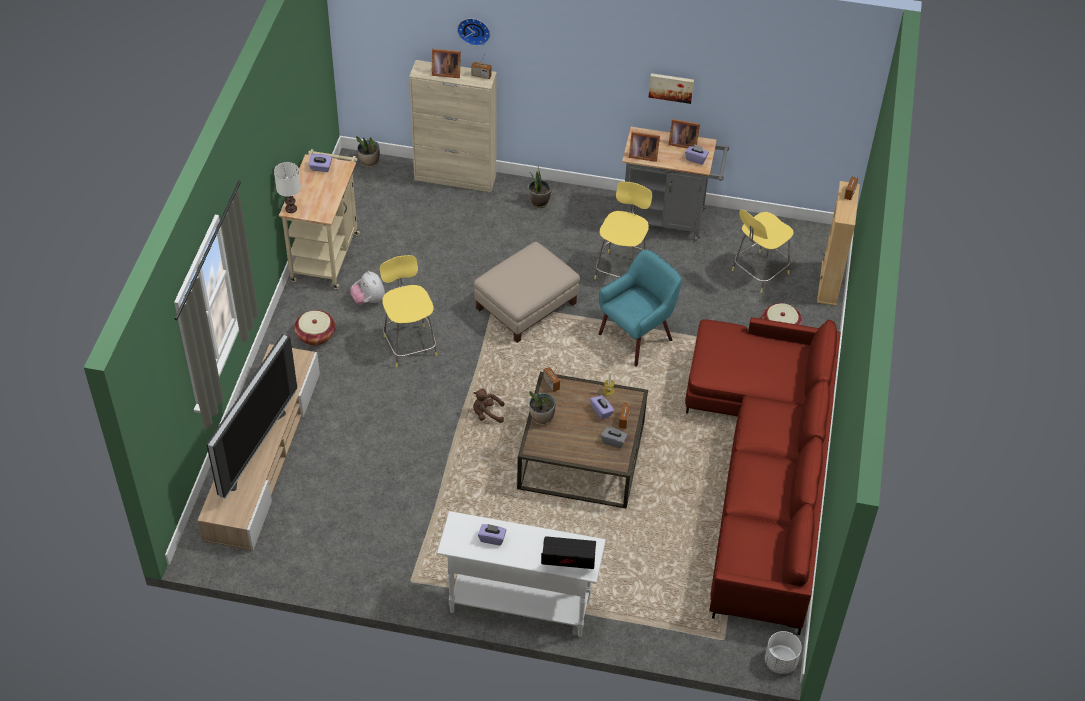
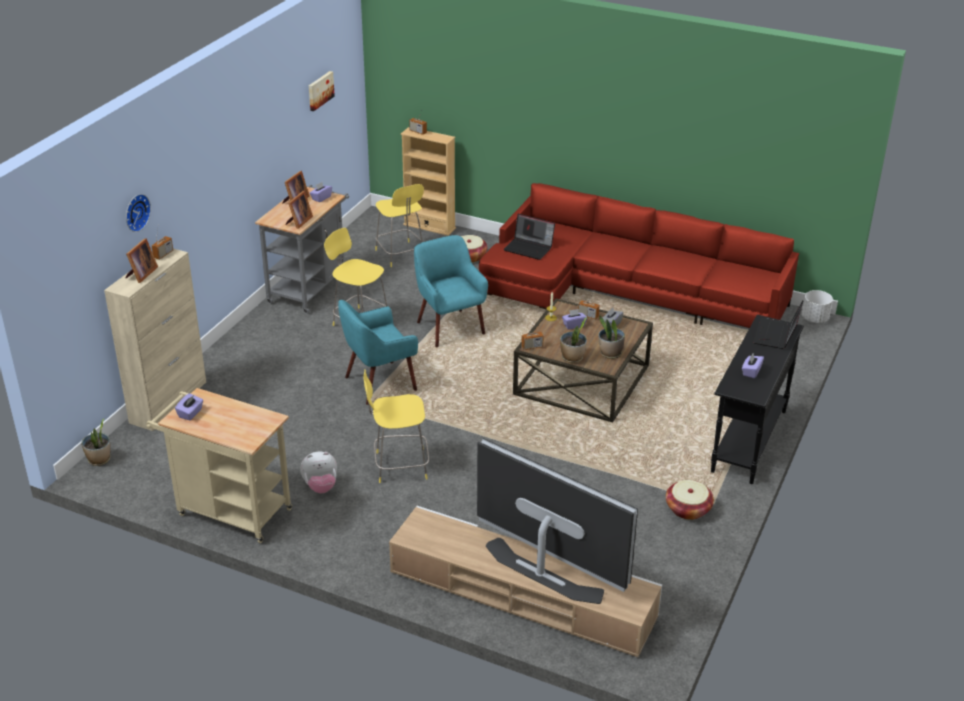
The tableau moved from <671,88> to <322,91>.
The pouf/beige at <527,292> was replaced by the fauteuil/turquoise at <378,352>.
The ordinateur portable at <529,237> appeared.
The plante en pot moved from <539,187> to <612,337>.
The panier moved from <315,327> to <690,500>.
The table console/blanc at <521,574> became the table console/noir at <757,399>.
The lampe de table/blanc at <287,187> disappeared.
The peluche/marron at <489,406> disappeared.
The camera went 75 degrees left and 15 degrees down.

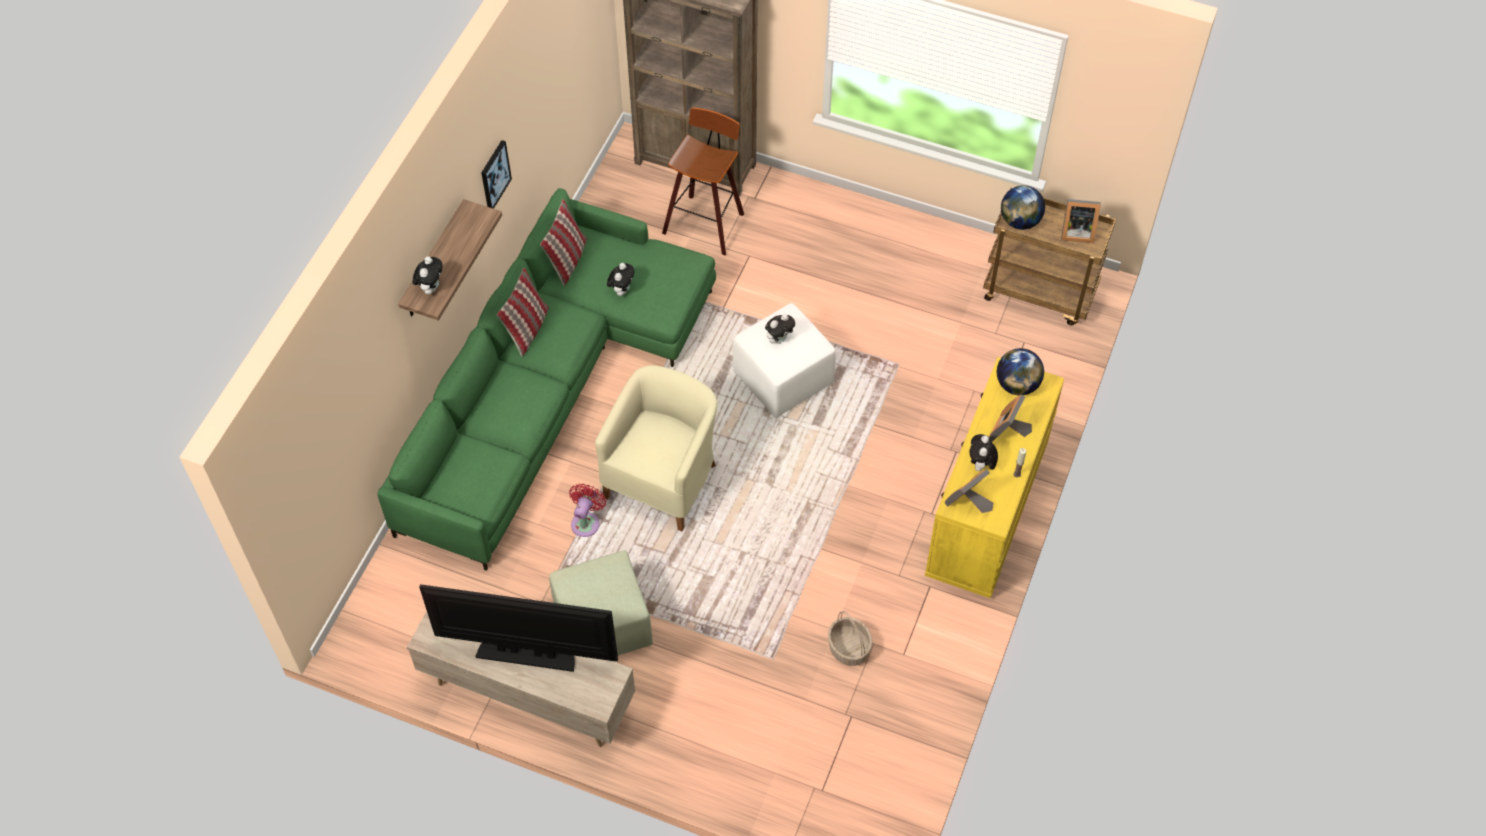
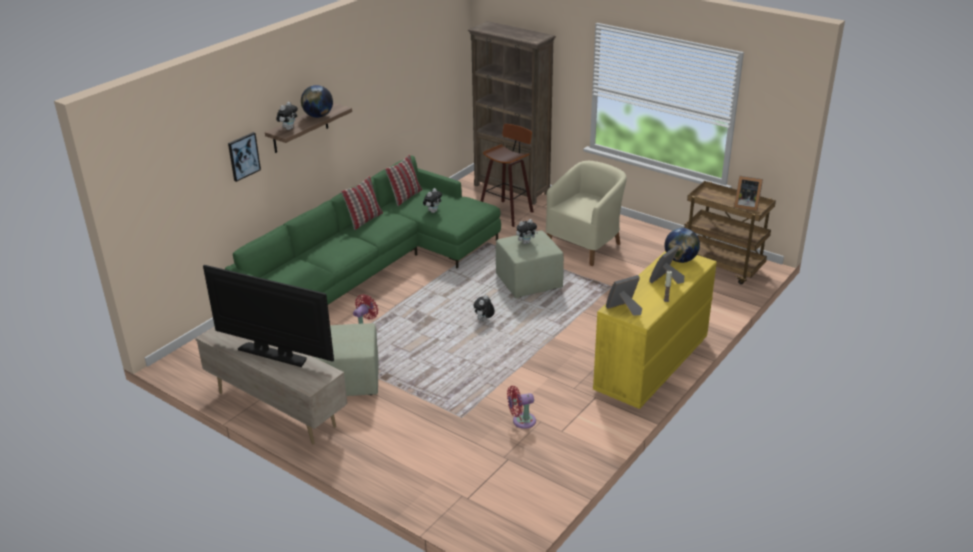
The tableau moved from <496,174> to <244,157>.
The globe moved from <1023,207> to <317,101>.
The peluche moved from <983,452> to <484,308>.
The pouf/blanc at <784,360> became the pouf/vert at <530,264>.
The panier at <850,638> was replaced by the ventilateur/rouge at <521,407>.
The fauteuil/beige moved from <656,448> to <586,213>.
The camera went 15 degrees right and 25 degrees down.

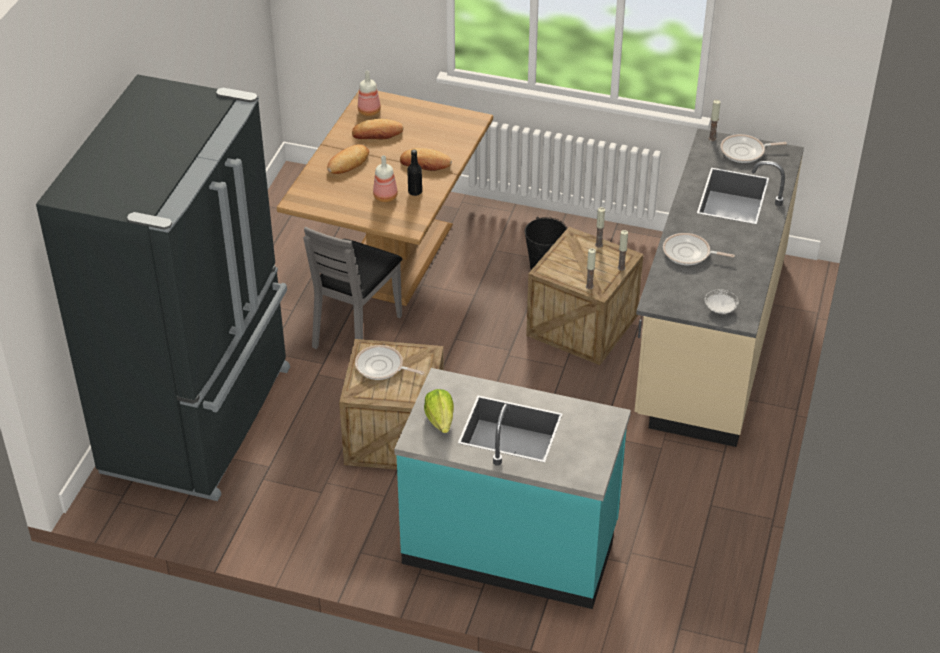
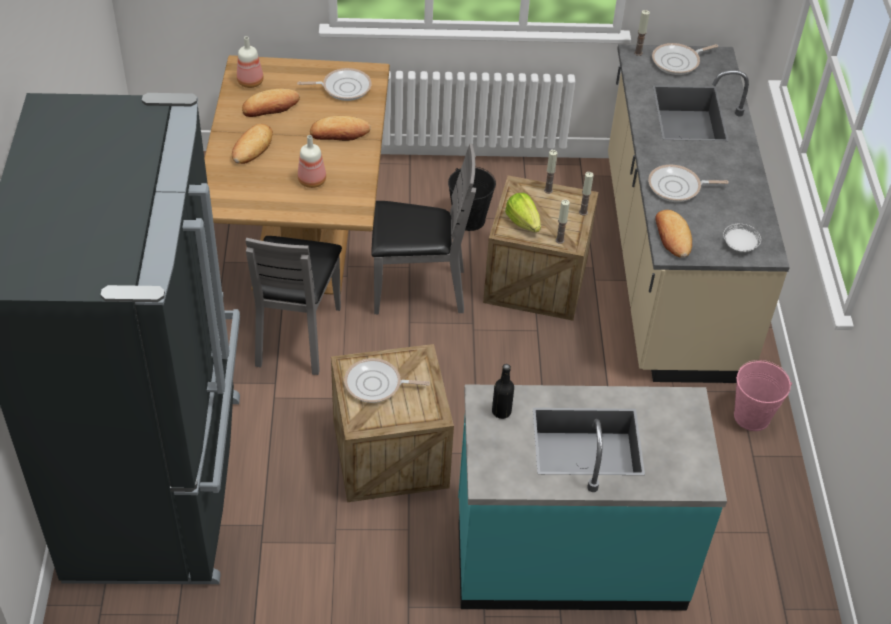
The poêle at <334,84> appeared.
The chaise/gris at <423,229> appeared.
The bouteille/noir moved from <414,173> to <503,391>.
The laitue moved from <439,411> to <523,212>.
The pain at <673,234> appeared.
The seau/rose at <763,395> appeared.
The camera went 20 degrees left and 5 degrees up.

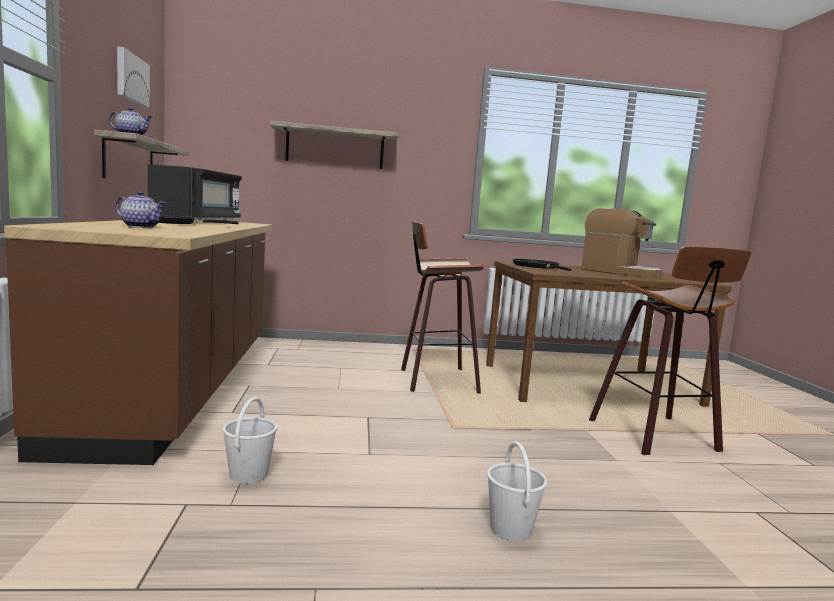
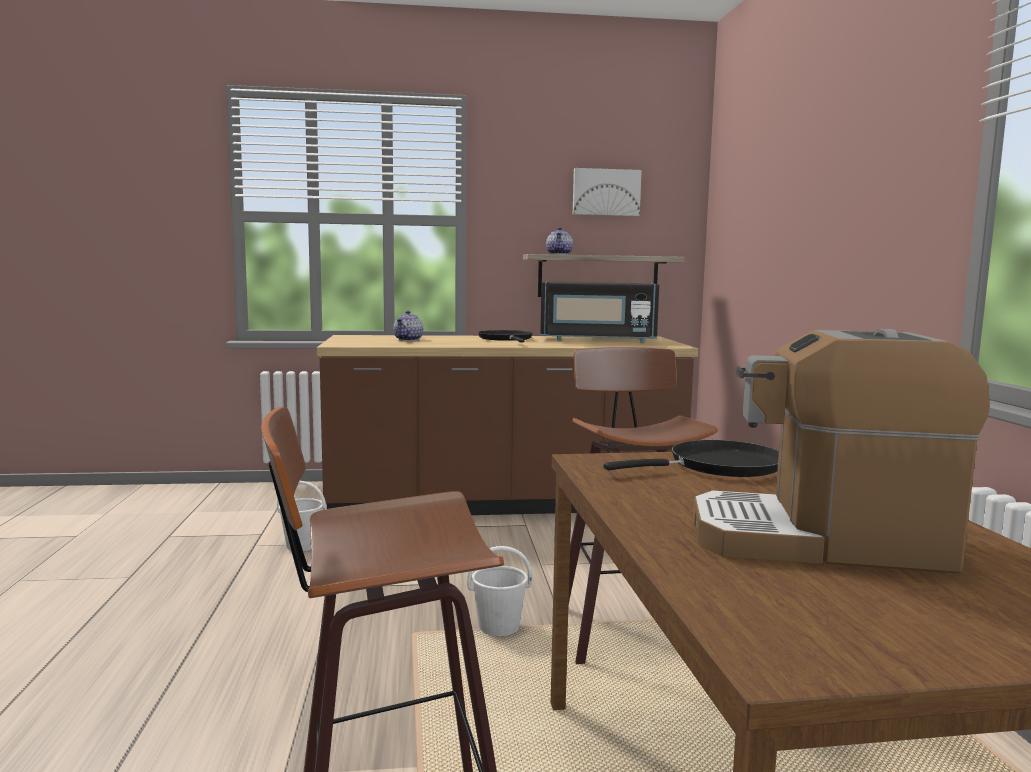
The seau/blanc moved from <517,491> to <499,591>.
The machine à café at <621,243> turned 60 degrees clockwise.
The étagère at <334,145> disappeared.
The camera went 90 degrees right and 0 degrees up.

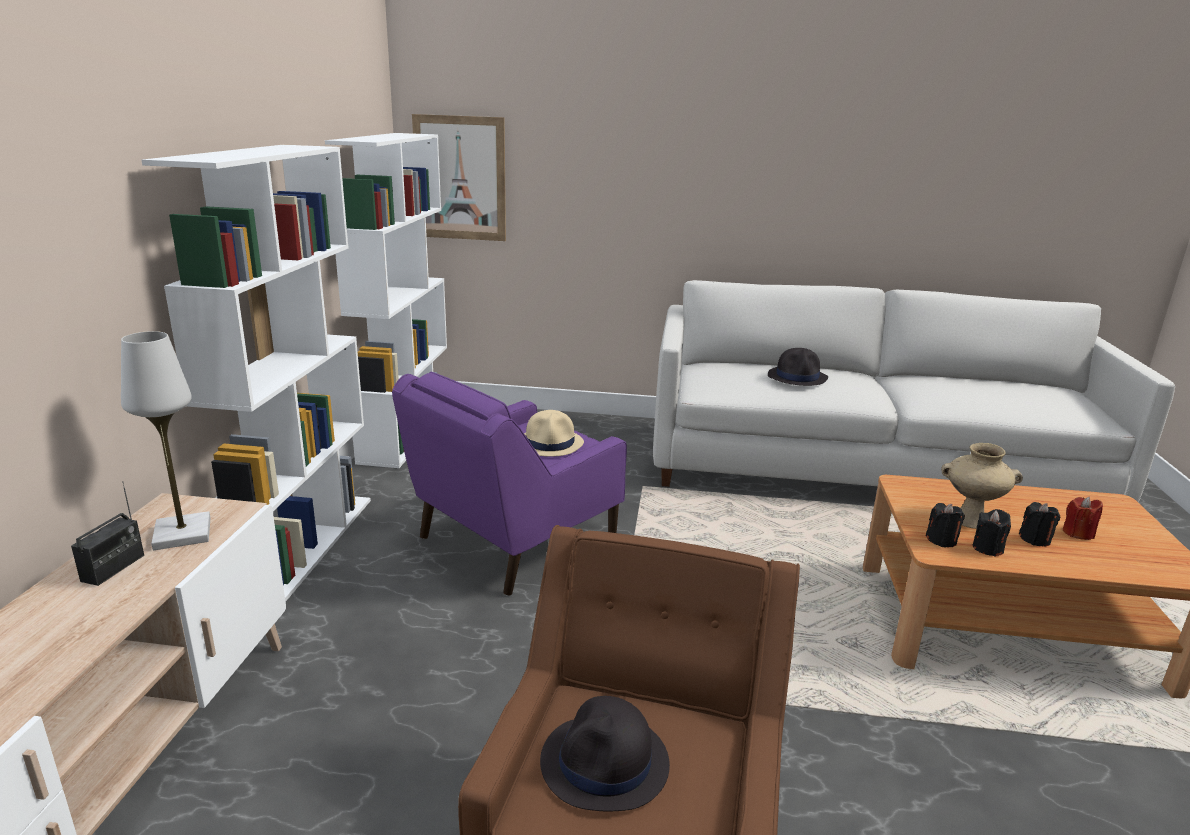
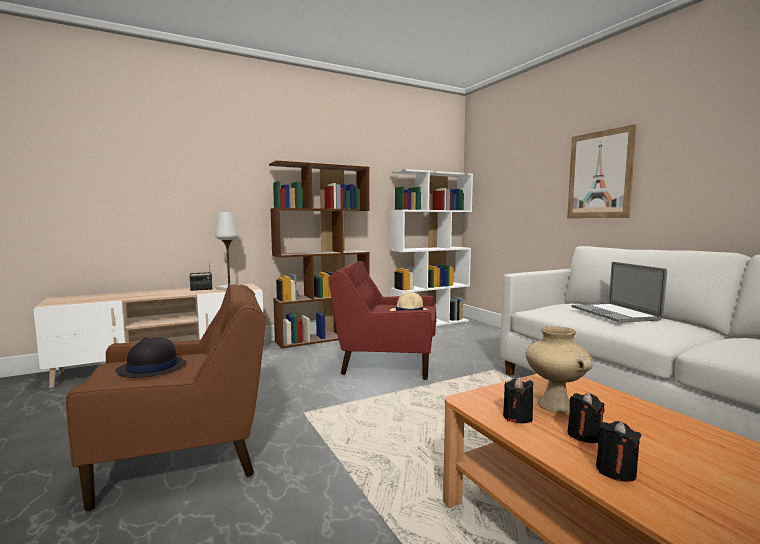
The bibliothèque/blanc at <256,373> became the bibliothèque/marron at <319,254>.
The fauteuil/violet at <509,484> became the fauteuil/rouge at <383,320>.
The tableau moved from <459,177> to <602,171>.
The chapeau/noir at <798,367> was replaced by the ordinateur portable at <619,292>.
The bougie/noir moved from <945,525> to <618,451>.
The bougie/rouge at <1083,518> disappeared.
The camera went 55 degrees right and 15 degrees down.

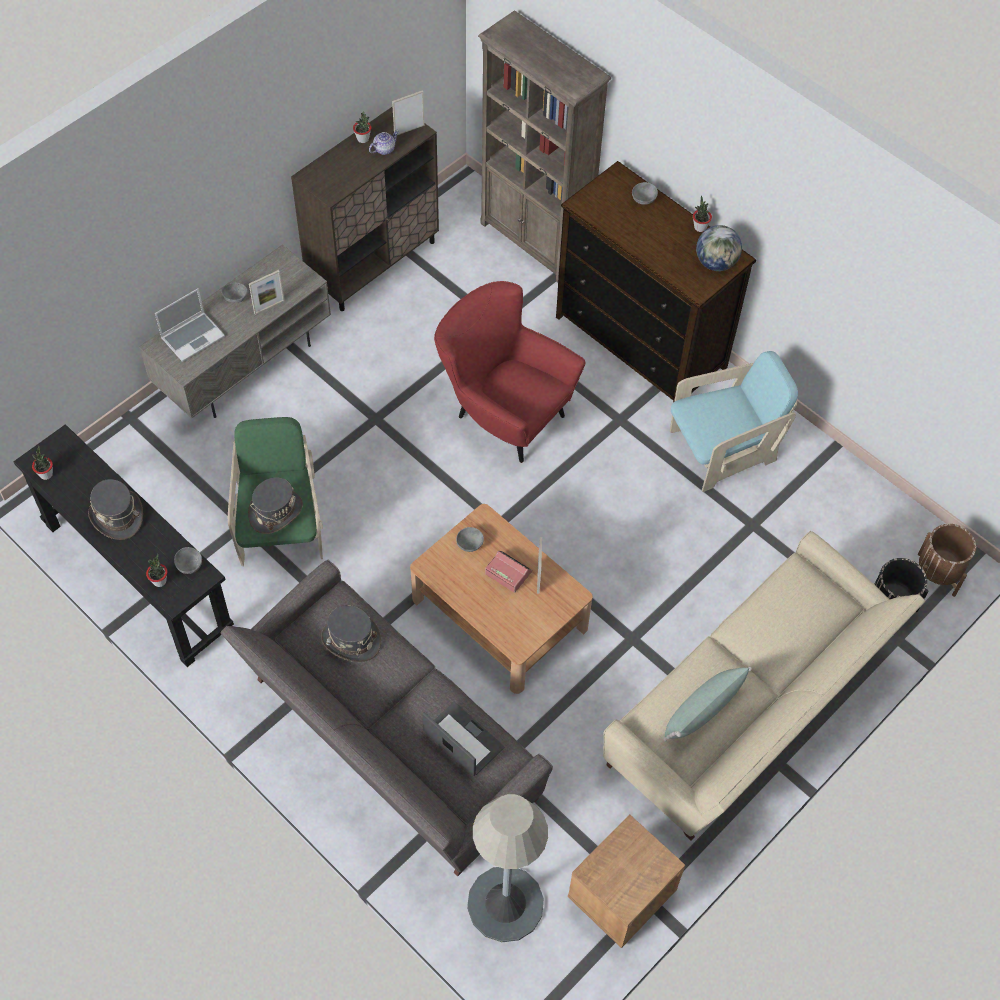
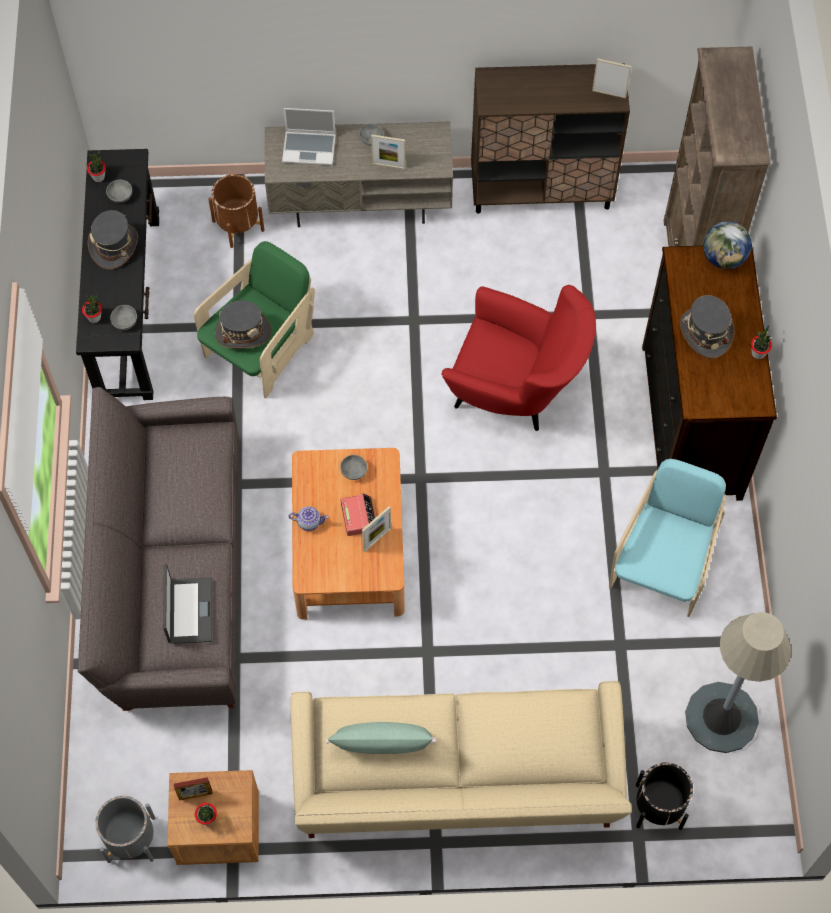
The cache-pot/gris at <125,829> appeared.
The bol/gris moved from <645,193> to <119,191>.
The cadre photo at <193,788> appeared.
The plante en pot moved from <362,127> to <206,814>.
The cache-pot/marron moved from <947,560> to <236,211>.
The théière moved from <384,142> to <308,518>.
The fauteuil/rouge at <509,372> turned 120 degrees clockwise.
The fauteuil/turquoise at <734,421> turned 90 degrees counterclockwise.
The chapeau/gris moved from <351,633> to <707,327>.
The lampadaire/gris moved from <507,868> to <738,682>.
The globe moved from <719,248> to <727,245>.
The camera went 45 degrees right and 5 degrees up.

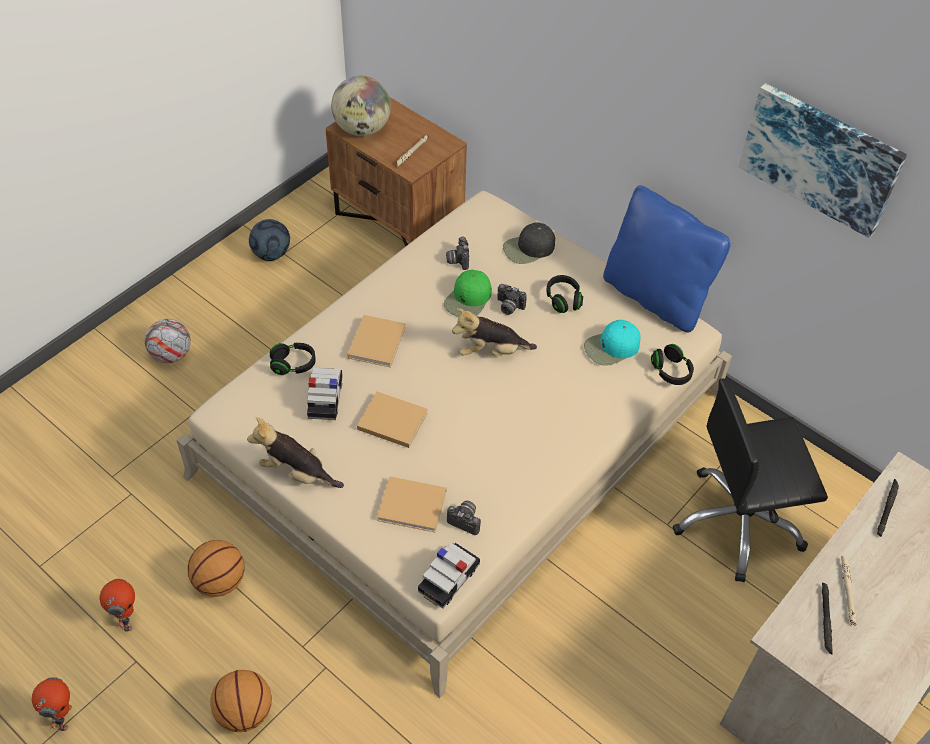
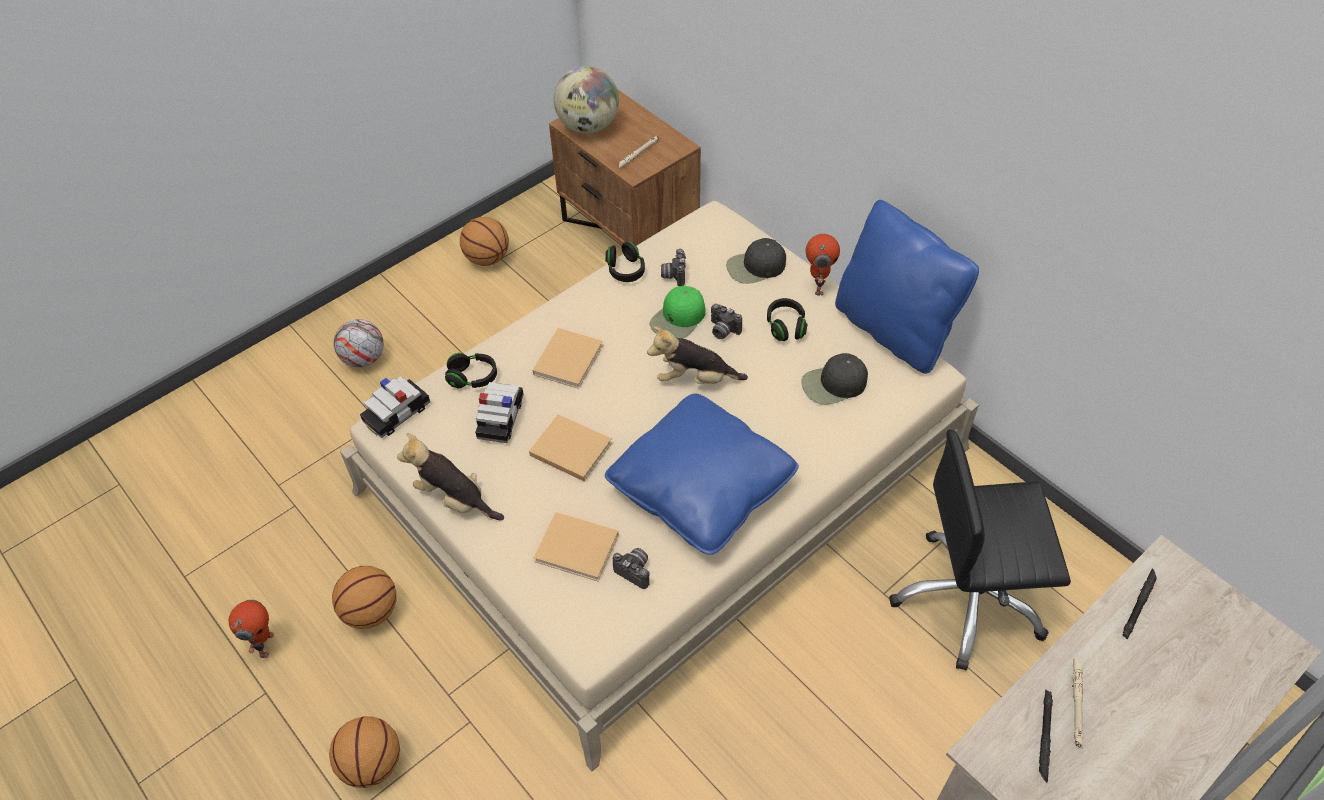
The petite voiture moved from <449,575> to <395,407>.
The ballon de foot at <269,240> was replaced by the ballon de basket at <484,241>.
The casque audio/noir moved from <672,364> to <625,262>.
The coussin/bleu at <702,474> appeared.
The casquette/turquoise at <612,343> became the casquette/noir at <834,379>.
The robot jouet moved from <52,704> to <823,265>.
The tableau at <823,160> disappeared.
The camera went 10 degrees right and 0 degrees up.

